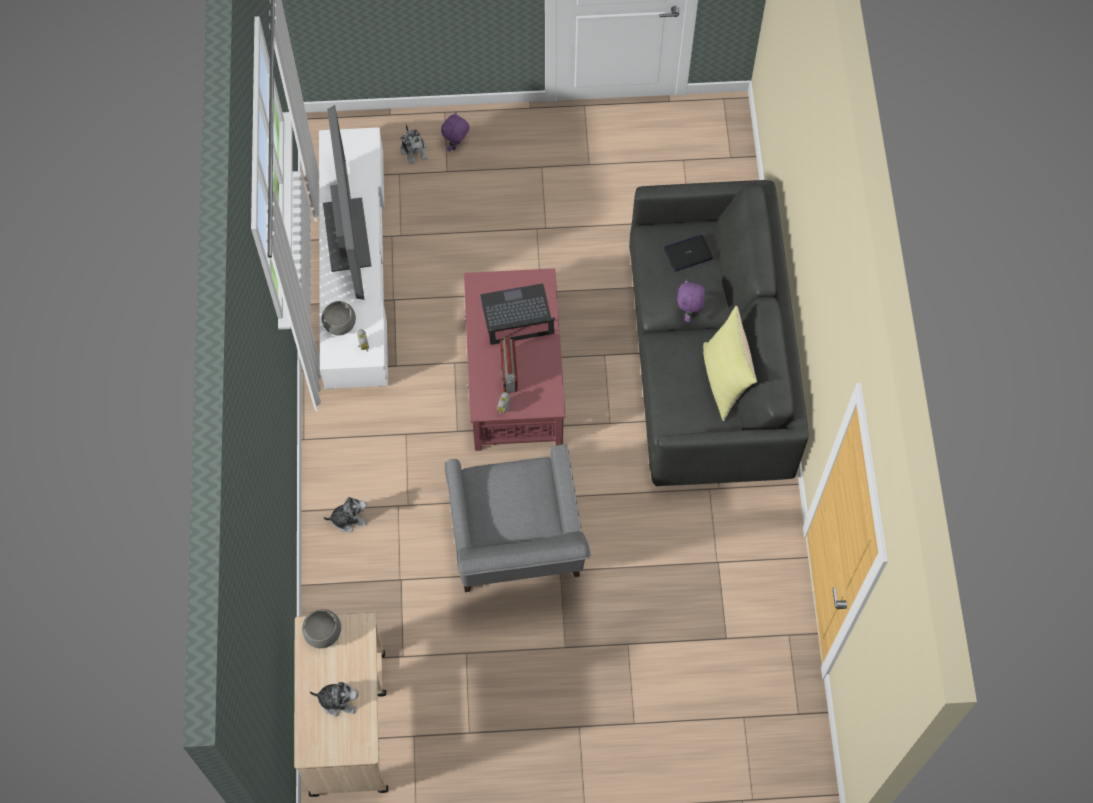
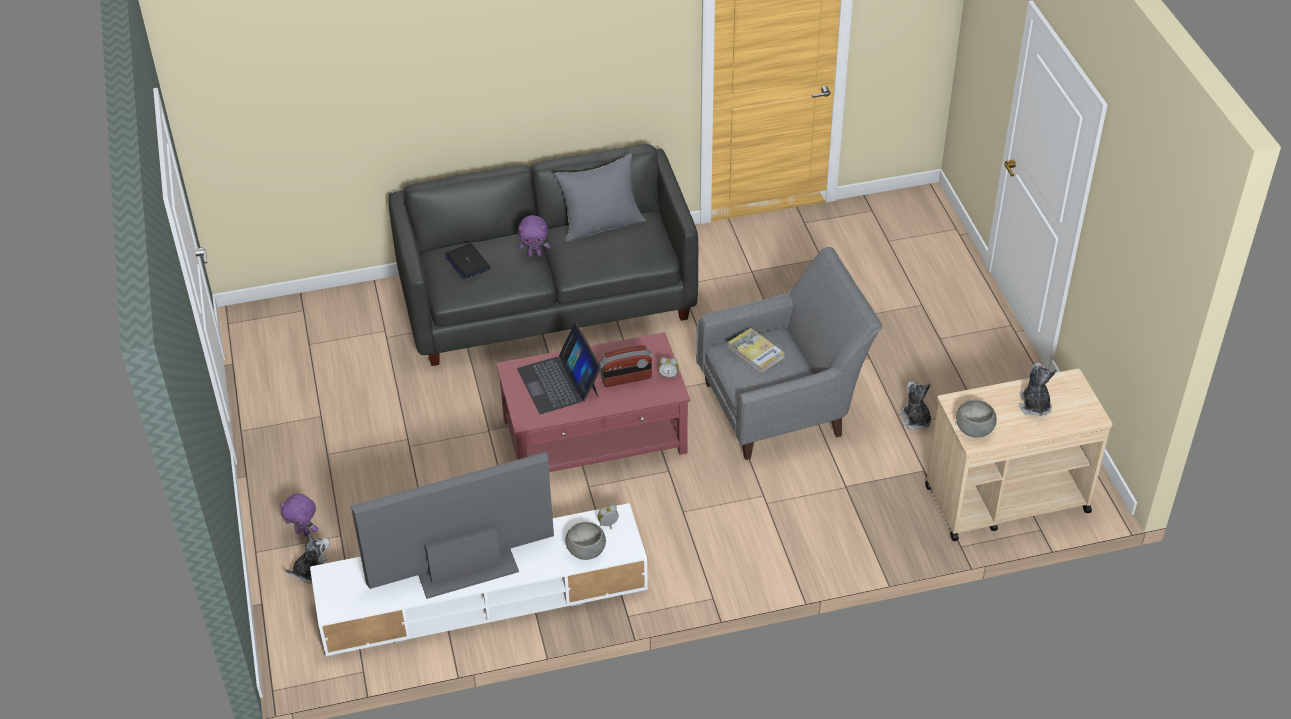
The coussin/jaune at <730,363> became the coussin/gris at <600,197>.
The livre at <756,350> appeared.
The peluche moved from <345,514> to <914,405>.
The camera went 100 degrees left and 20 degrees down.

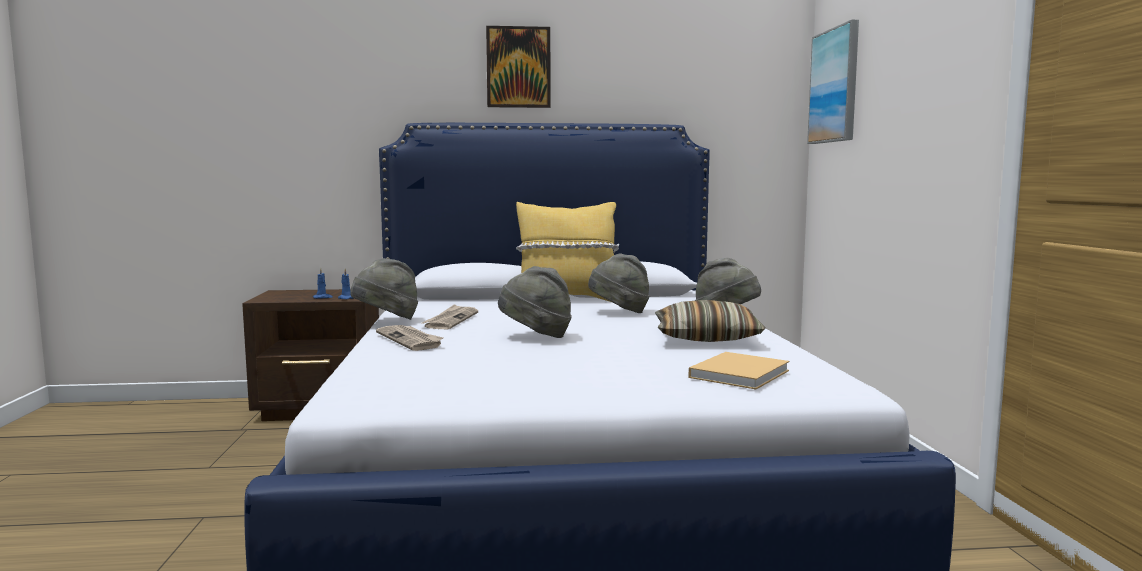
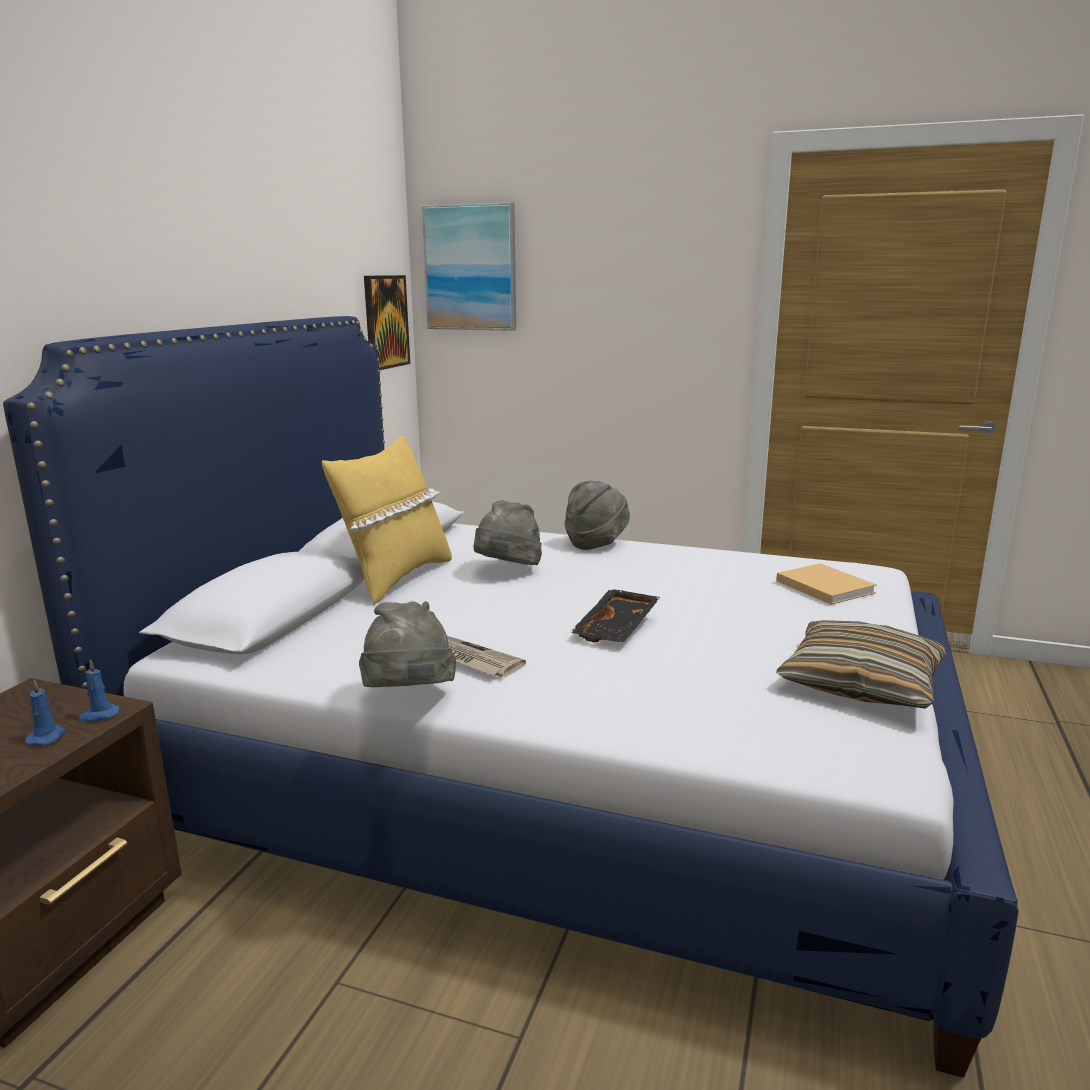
The tableau moved from <518,67> to <387,322>.
The chapeau/gris at <535,302> was replaced by the plateau/noir at <615,615>.
The coussin moved from <710,321> to <861,664>.
The journal at <409,338> disappeared.
The camera went 65 degrees left and 10 degrees up.

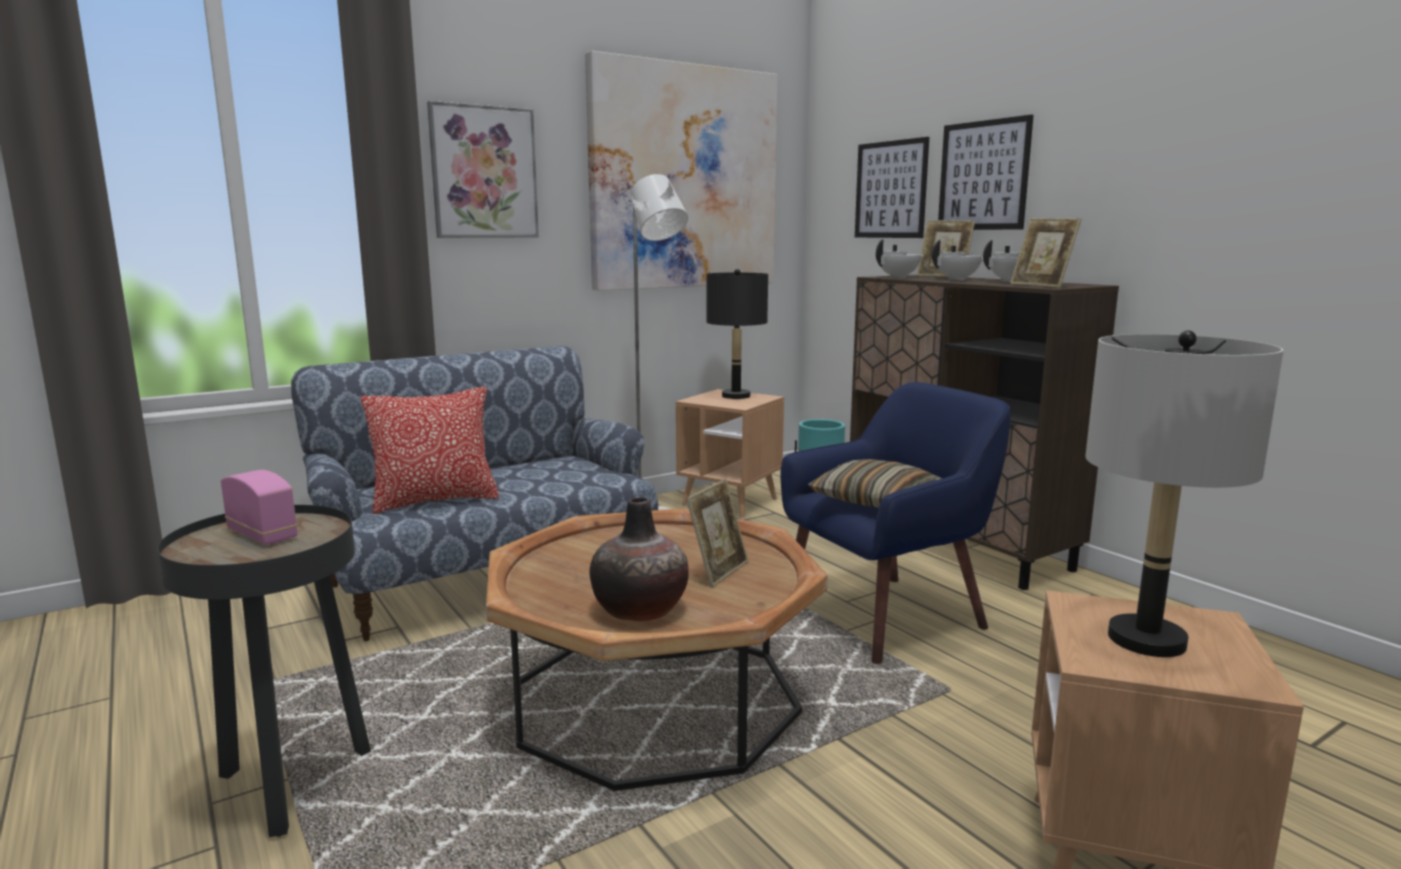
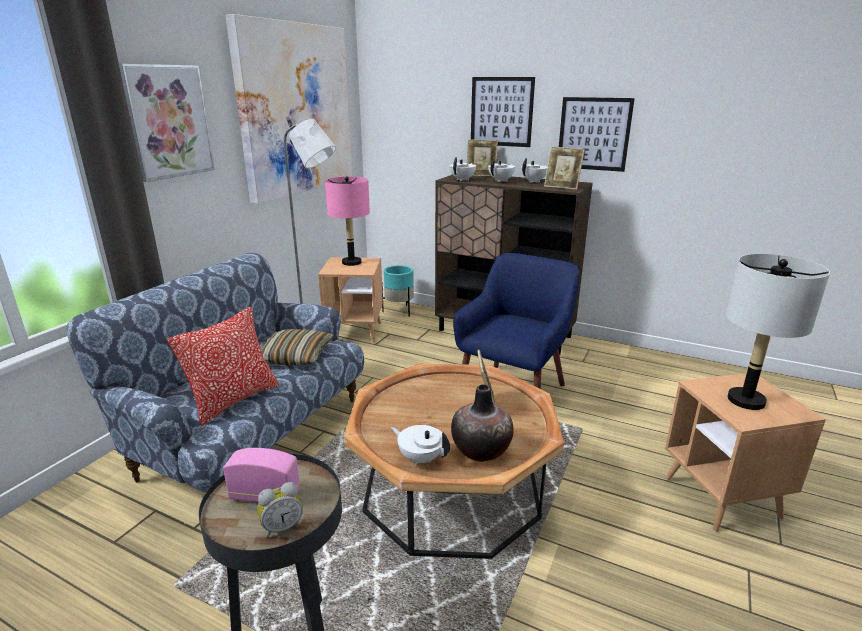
The réveil at <280,510> appeared.
The coussin moved from <875,483> to <297,347>.
The lampe de table/noir at <737,334> became the lampe de table/rose at <347,221>.
The théière/blanc at <420,445> appeared.
The tableau moved from <892,187> to <597,134>.
The camera went 30 degrees left and 10 degrees up.

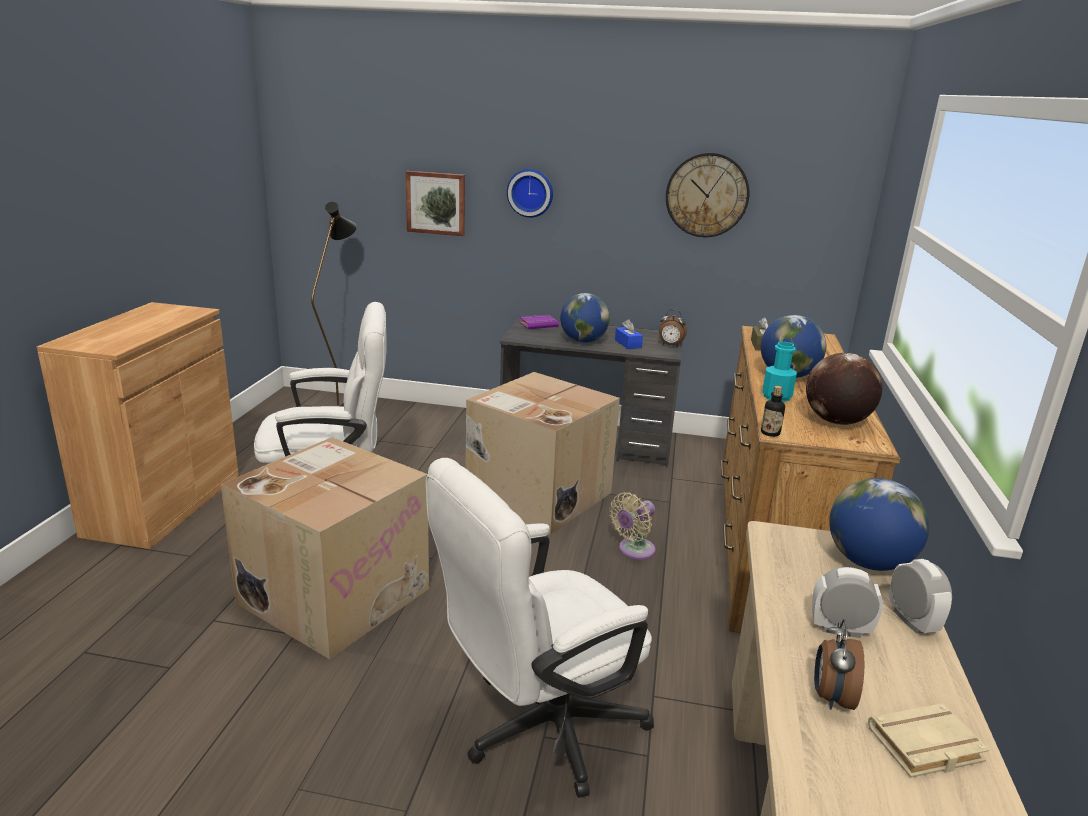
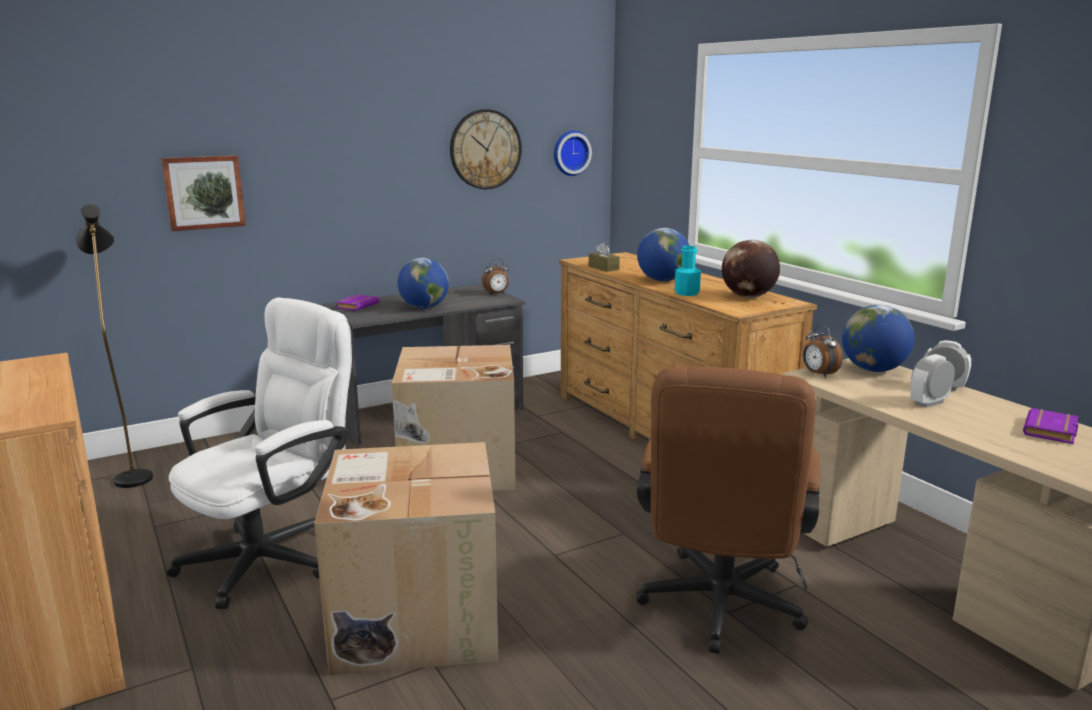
The horloge murale moved from <530,193> to <573,153>.
The chaise de bureau/blanc at <540,628> became the chaise de bureau/marron at <728,510>.
The réveil moved from <839,664> to <823,351>.
The livre/beige at <929,740> became the livre/violet at <1050,426>.
The ventilateur/beige at <632,526> disappeared.
The boîte à mouchoirs/bleu at <629,334> disappeared.
The bouteille at <773,411> disappeared.
The camera went 40 degrees left and 5 degrees down.

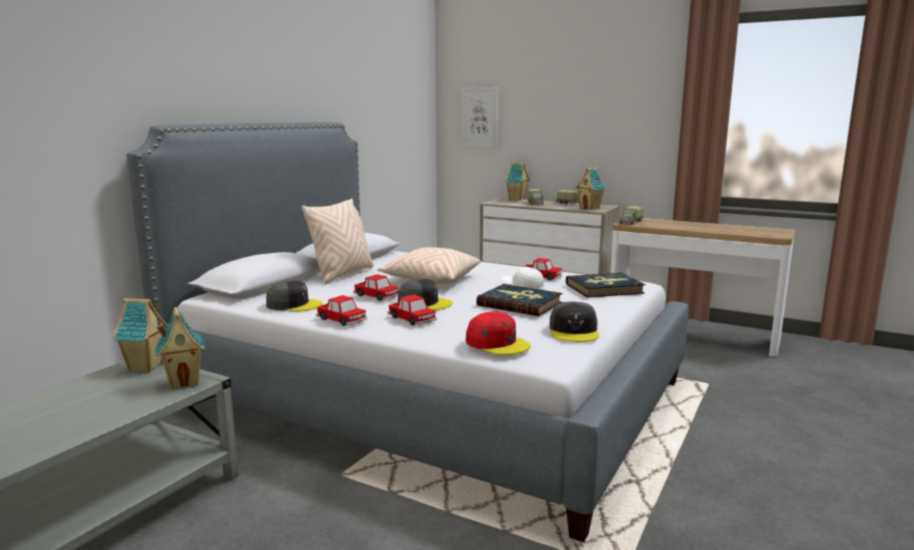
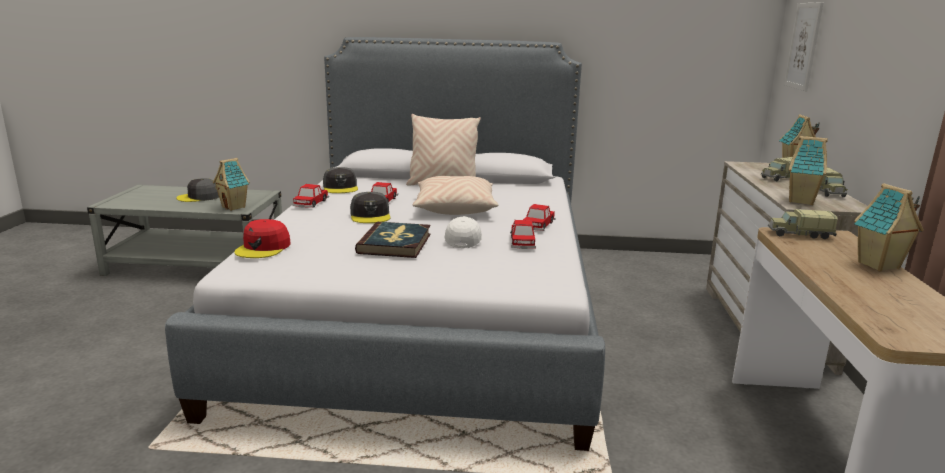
The casquette/gris moved from <574,322> to <197,190>.
The petite voiture moved from <412,310> to <539,217>.
The maison miniature moved from <140,335> to <889,227>.
The livre at <606,285> disappeared.
The camera went 65 degrees right and 5 degrees up.

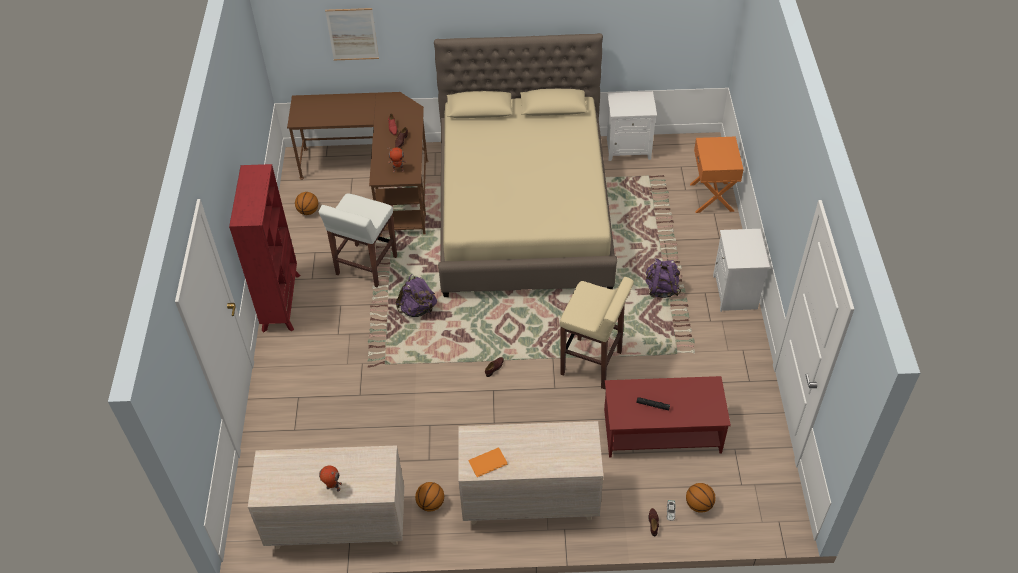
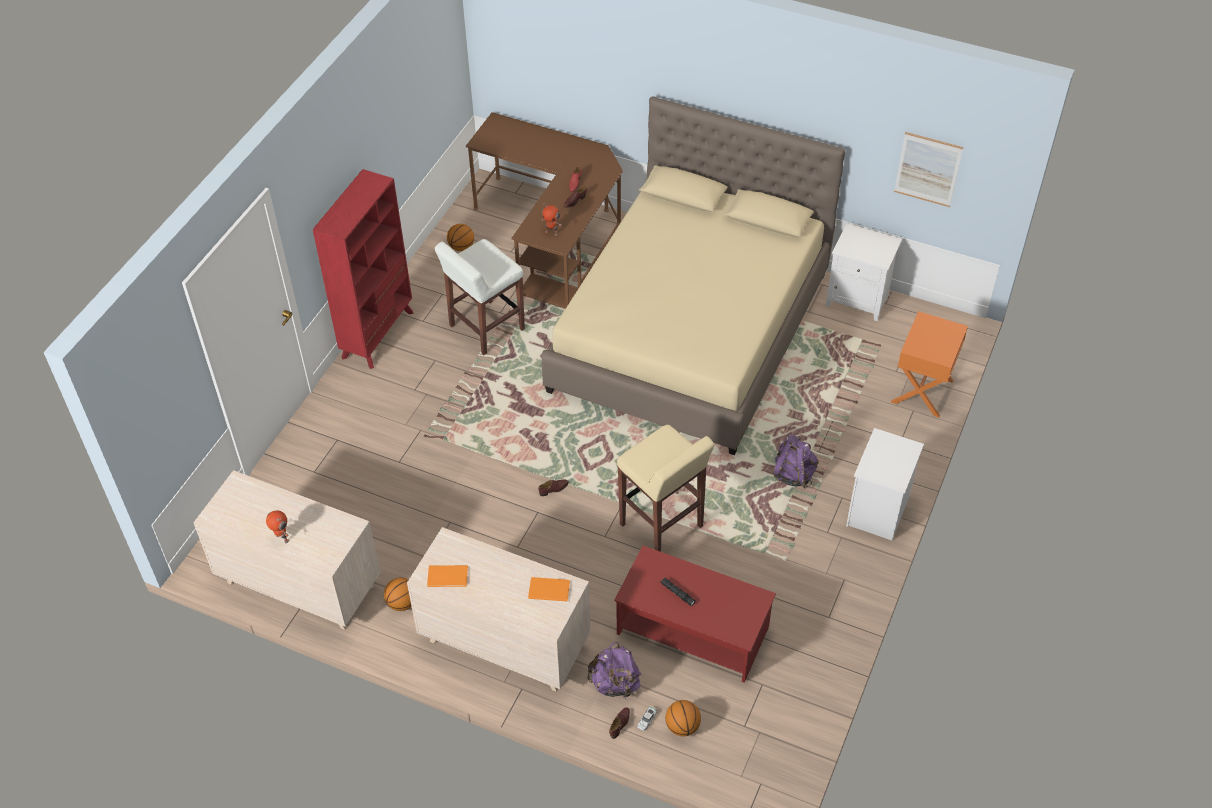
The livre/orange at <549,589> appeared.
The sac à dos/violet moved from <416,295> to <614,670>.
The tableau moved from <352,34> to <928,169>.
The camera went 25 degrees right and 0 degrees up.

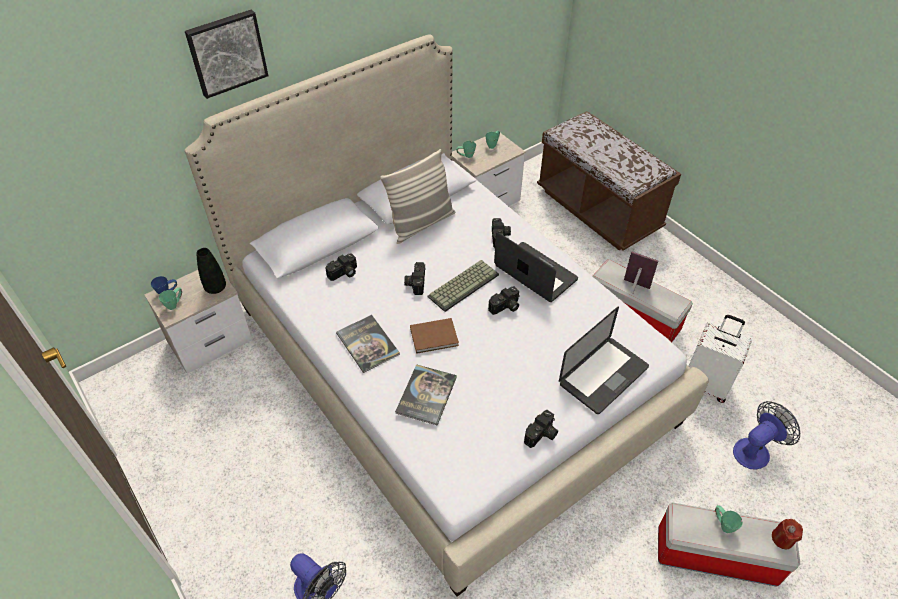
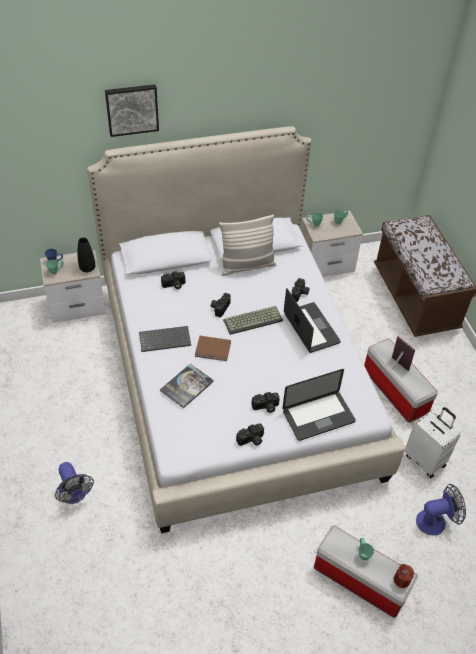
The livre at <368,344> was replaced by the clavier at <165,339>.
The appareil photo moved from <504,300> to <265,402>.
The camera went 20 degrees right and 0 degrees up.

